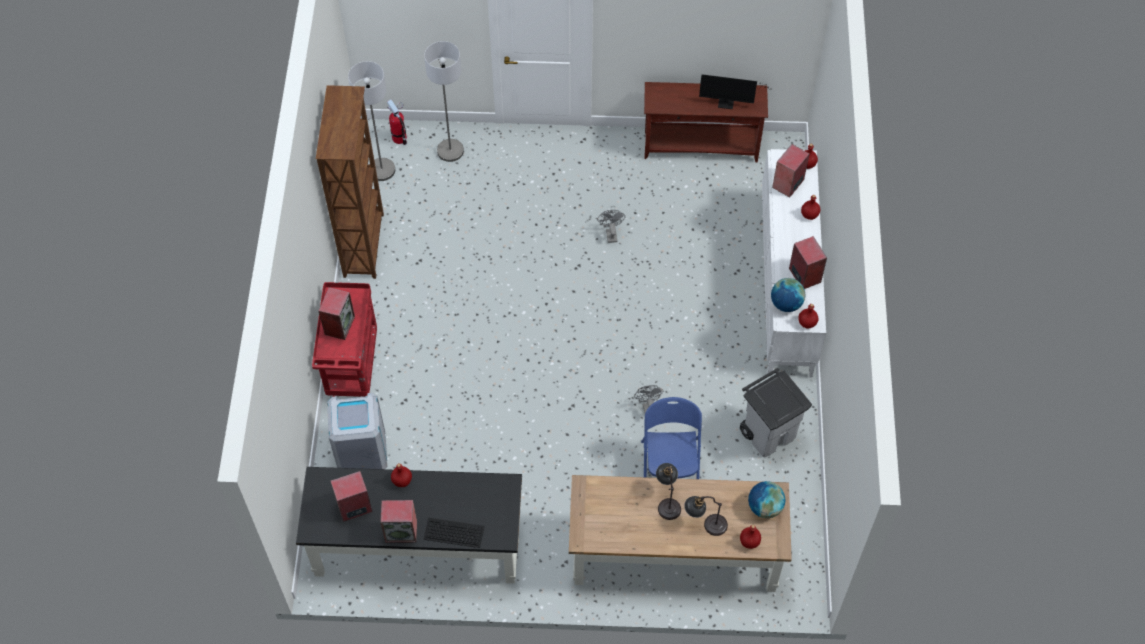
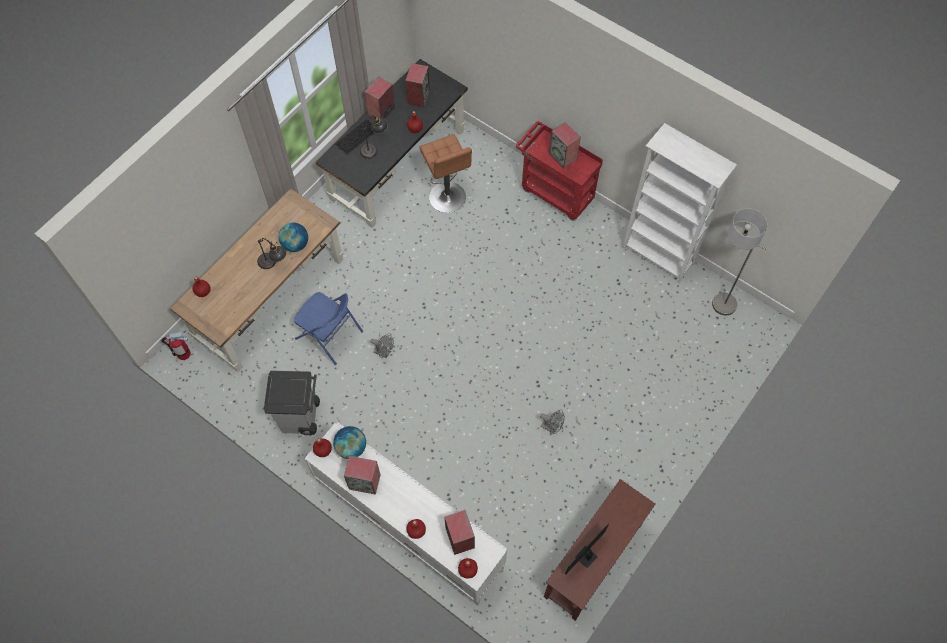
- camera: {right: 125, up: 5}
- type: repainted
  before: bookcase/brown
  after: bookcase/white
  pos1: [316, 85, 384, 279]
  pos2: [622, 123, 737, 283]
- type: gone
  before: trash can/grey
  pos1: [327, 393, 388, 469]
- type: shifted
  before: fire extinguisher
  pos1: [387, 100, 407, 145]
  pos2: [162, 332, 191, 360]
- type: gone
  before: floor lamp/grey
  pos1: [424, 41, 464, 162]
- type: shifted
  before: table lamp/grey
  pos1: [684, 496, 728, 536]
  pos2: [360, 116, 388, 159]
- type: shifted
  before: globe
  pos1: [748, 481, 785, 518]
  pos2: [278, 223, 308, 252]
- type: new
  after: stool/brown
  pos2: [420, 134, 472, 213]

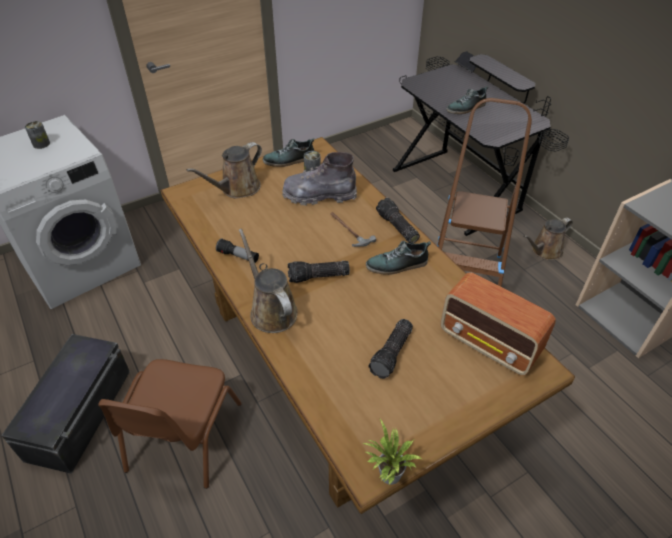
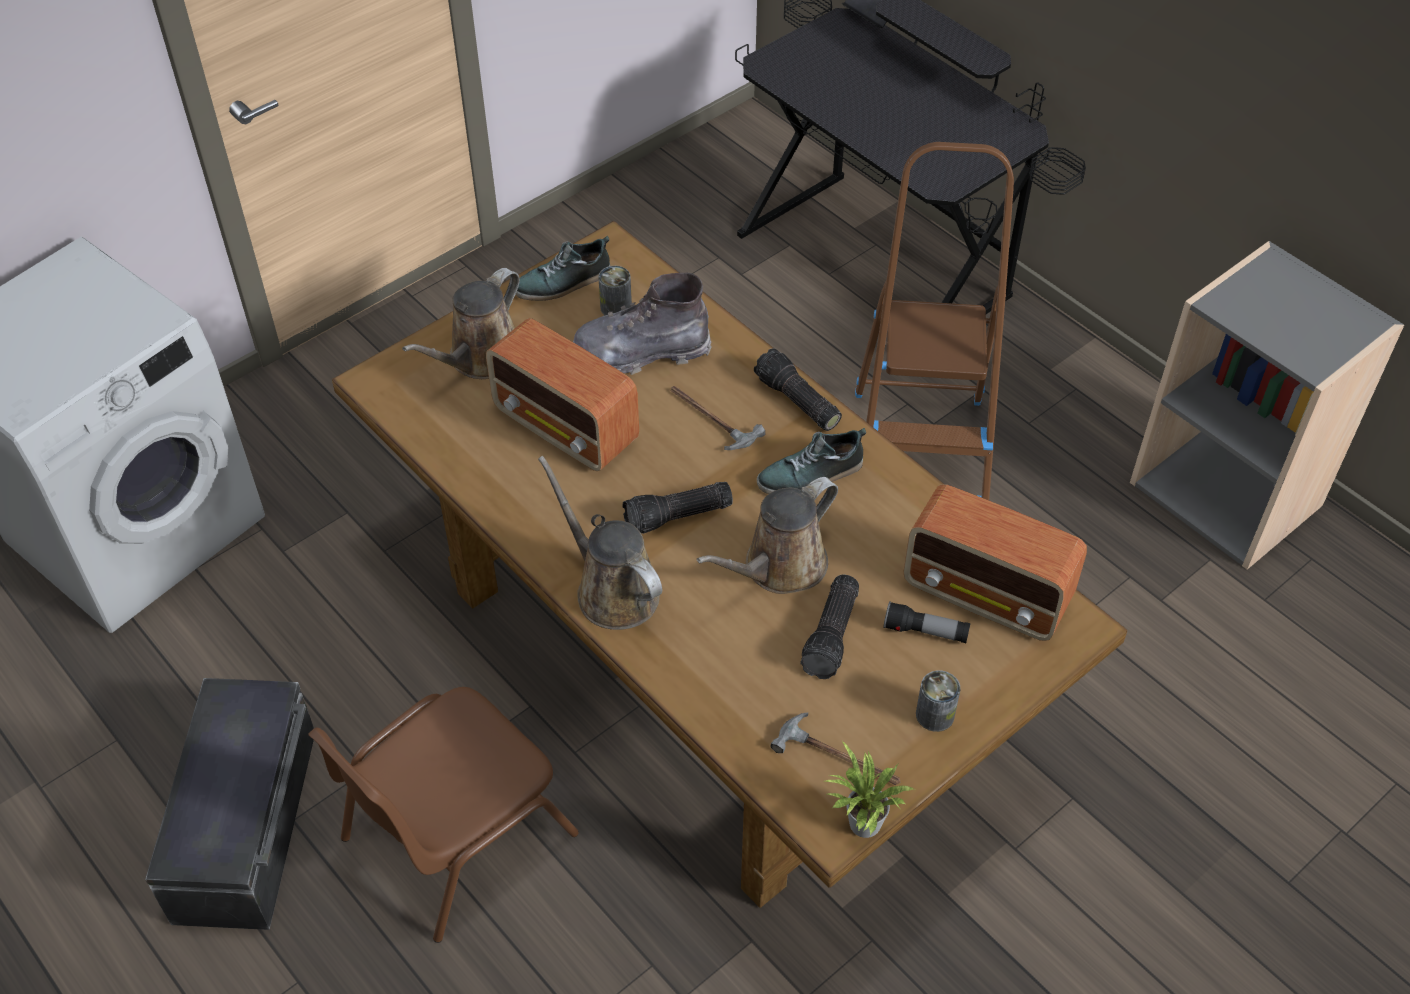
- camera: {right: -10, up: 5}
- type: shifted
  before: can
  pos1: [25, 121, 50, 149]
  pos2: [916, 670, 961, 732]
- type: rotated
  before: chair/brown
  pos1: [98, 359, 242, 489]
  pos2: [308, 687, 579, 943]
  turn: 45
- type: shifted
  before: flashlight
  pos1: [216, 238, 259, 263]
  pos2: [883, 601, 971, 643]
- type: gone
  before: shoe
  pos1: [446, 86, 488, 114]
- type: shifted
  before: watering can/brown
  pos1: [523, 218, 573, 260]
  pos2: [696, 477, 838, 594]
- type: new
  after: radio
  pos2: [486, 318, 639, 471]
- type: new
  after: hammer
  pos2: [771, 712, 900, 785]

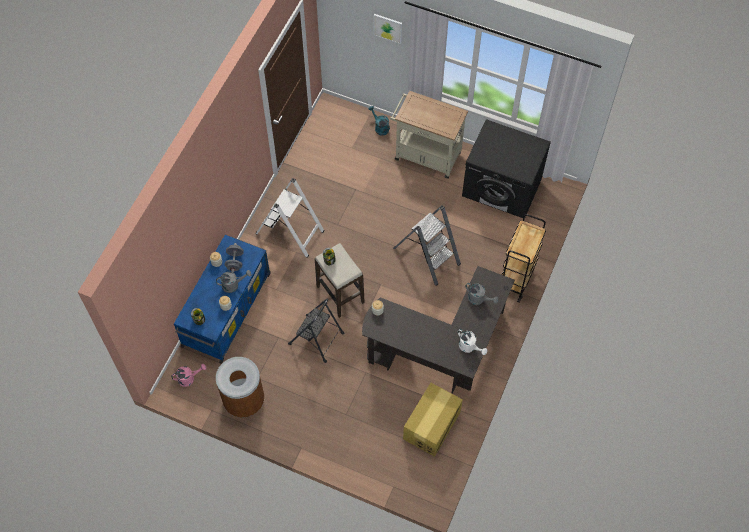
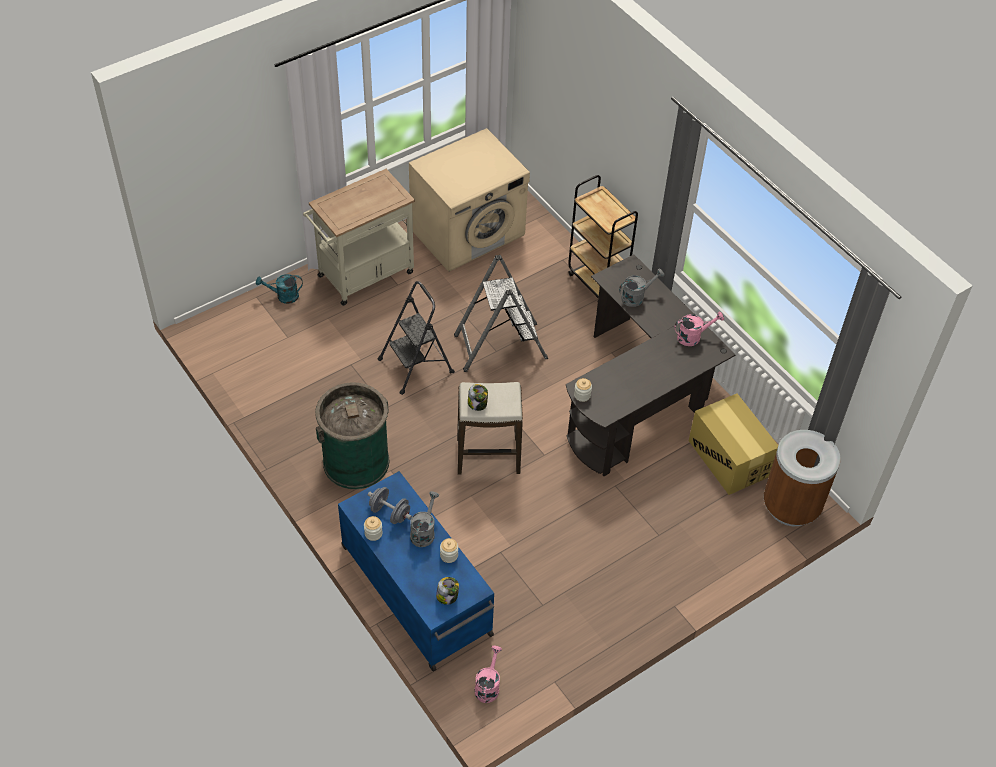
- camera: {right: -60, up: -10}
- type: shifted
  before: trash can/brown
  pos1: [216, 357, 264, 418]
  pos2: [764, 430, 840, 526]
- type: swapped
  before: step ladder/white
  after: trash can/green
  pos1: [255, 178, 325, 258]
  pos2: [315, 382, 389, 489]
- type: shifted
  before: step ladder/black
  pos1: [288, 298, 344, 363]
  pos2: [377, 281, 455, 395]
- type: gone
  before: picture
  pos1: [374, 14, 402, 44]
- type: repainted
  before: watering can/white
  after: watering can/pink
  pos1: [458, 329, 487, 355]
  pos2: [674, 312, 724, 346]
- type: repainted
  before: washing machine/black
  after: washing machine/beige
  pos1: [462, 119, 551, 218]
  pos2: [409, 128, 530, 272]

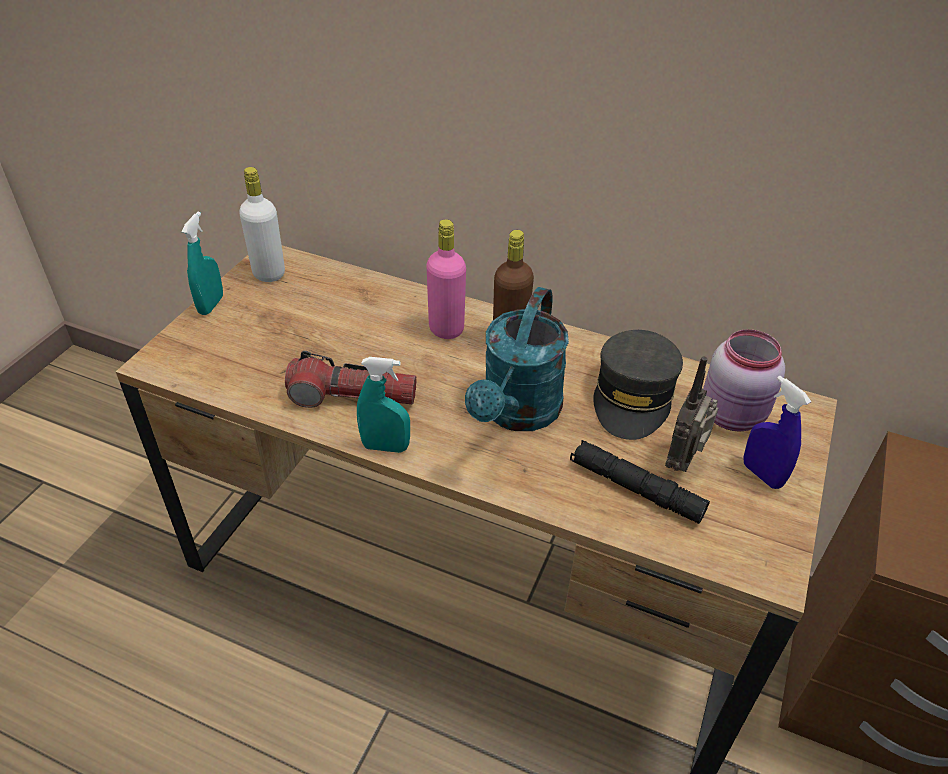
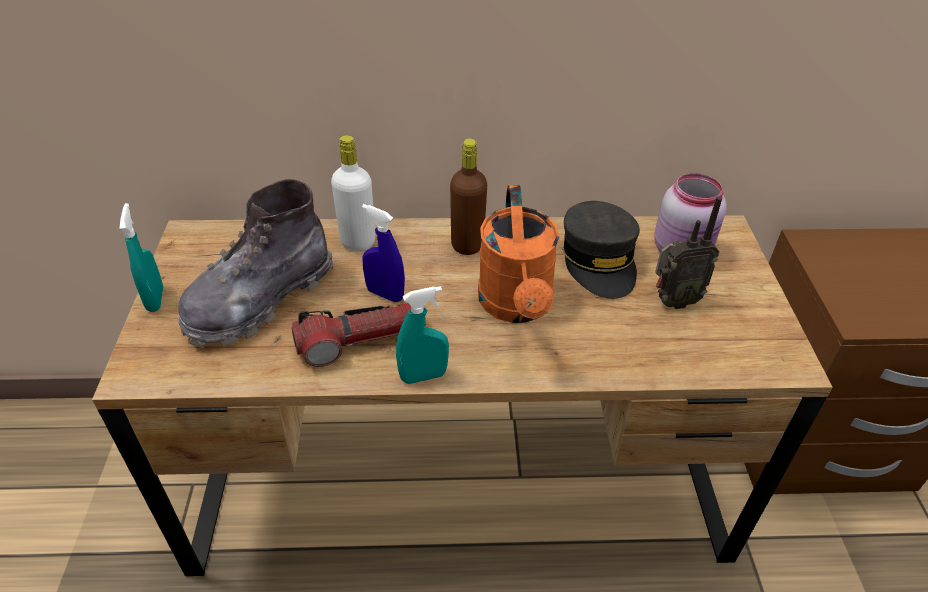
- camera: {right: -25, up: 0}
- type: shifted
  before: bottle/white
  pos1: [239, 167, 285, 282]
  pos2: [331, 135, 375, 251]
- type: gone
  before: bottle/pink
  pos1: [426, 219, 466, 339]
- type: repainted
  before: watering can/turquoise
  after: watering can/orange
  pos1: [465, 287, 569, 431]
  pos2: [478, 185, 559, 323]
- type: gone
  before: flashlight/black
  pos1: [570, 440, 710, 524]
- type: rotated
  before: radio
  pos1: [665, 356, 719, 472]
  pos2: [655, 196, 722, 309]
  turn: -105
- type: shifted
  before: spray bottle/blue
  pos1: [744, 376, 811, 489]
  pos2: [362, 204, 405, 302]
- type: new
  after: boot/grey
  pos2: [178, 179, 334, 348]

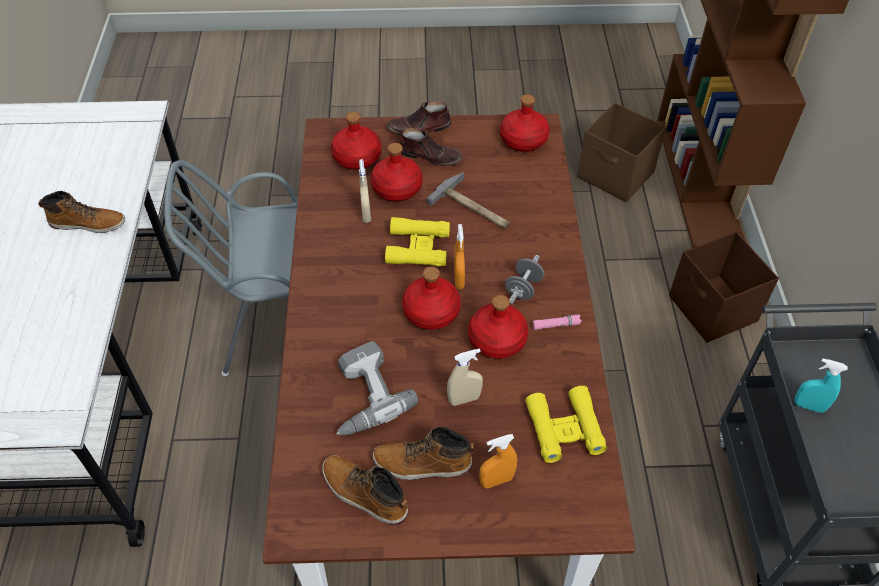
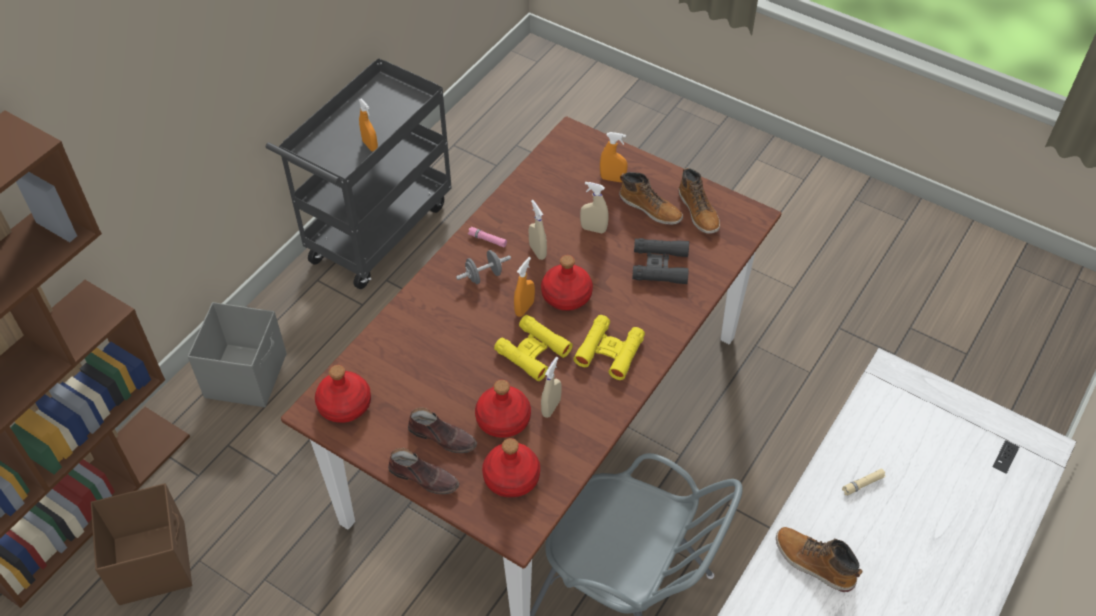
- camera: {right: -145, up: 0}
- type: swapped
  before: power drill
  after: binoculars/black
  pos1: [336, 341, 418, 435]
  pos2: [632, 238, 689, 284]
- type: rotated
  before: shoe/brown
  pos1: [400, 128, 463, 166]
  pos2: [408, 407, 477, 453]
  turn: 150
- type: gone
  before: hammer
  pos1: [427, 172, 510, 229]
- type: swapped
  before: bottle/red
  after: spray bottle/beige
  pos1: [468, 295, 528, 359]
  pos2: [529, 200, 547, 260]
- type: shifted
  before: binoculars/yellow
  pos1: [525, 386, 607, 463]
  pos2: [573, 315, 645, 380]
- type: repainted
  before: storage box/brown
  after: storage box/grey
  pos1: [669, 232, 779, 343]
  pos2: [188, 302, 287, 407]
- type: repainted
  before: spray bottle/turquoise
  after: spray bottle/orange
  pos1: [794, 358, 848, 413]
  pos2: [359, 99, 378, 151]
- type: new
  after: flashlight/beige
  pos2: [842, 469, 886, 495]

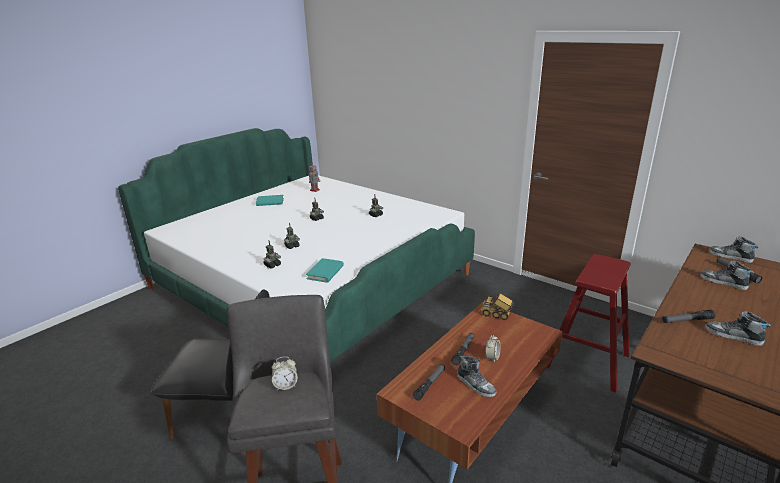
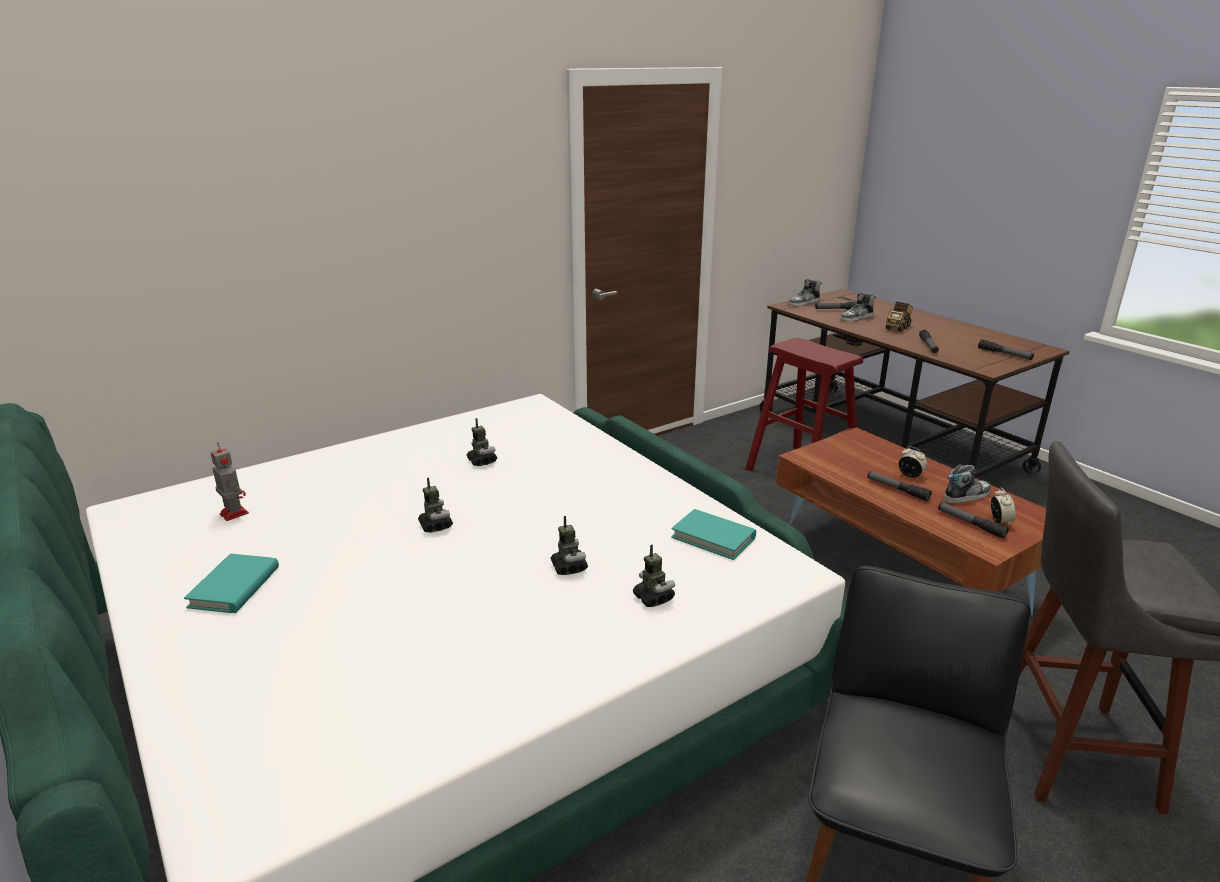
- camera: {right: -75, up: 0}
- type: shifted
  before: alarm clock
  pos1: [272, 357, 298, 390]
  pos2: [991, 487, 1016, 526]
- type: shifted
  before: toy truck
  pos1: [480, 293, 514, 320]
  pos2: [886, 302, 913, 332]
- type: gone
  before: shoe
  pos1: [705, 311, 771, 346]
- type: new
  after: flashlight
  pos2: [978, 339, 1034, 360]

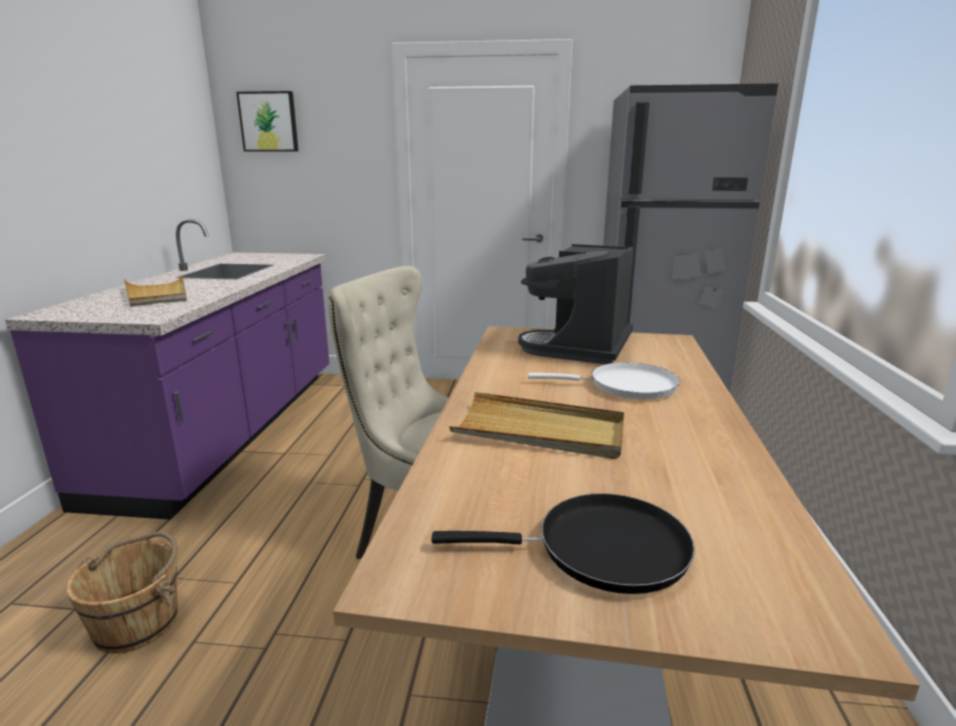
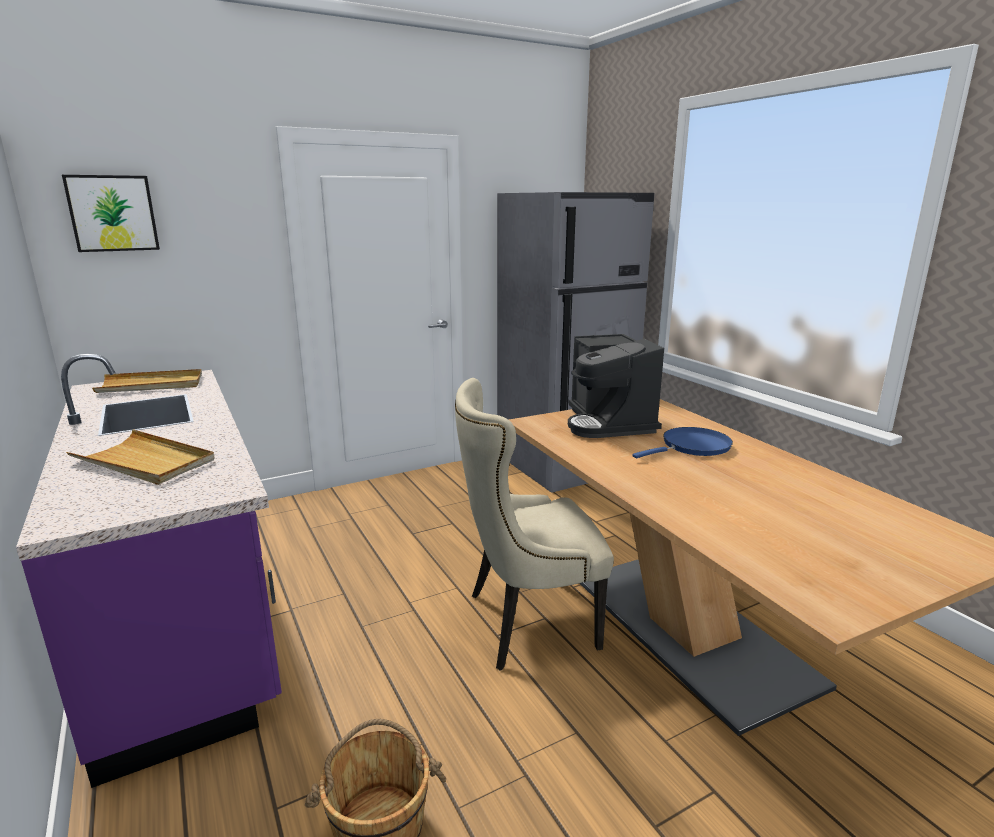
- camera: {right: -35, up: 0}
- type: gone
  before: frying pan/black
  pos1: [431, 493, 695, 594]
- type: shifted
  before: tray/beige
  pos1: [449, 392, 624, 459]
  pos2: [92, 369, 202, 393]
- type: repainted
  before: frying pan/white
  after: frying pan/blue
  pos1: [528, 362, 680, 399]
  pos2: [633, 427, 733, 458]

